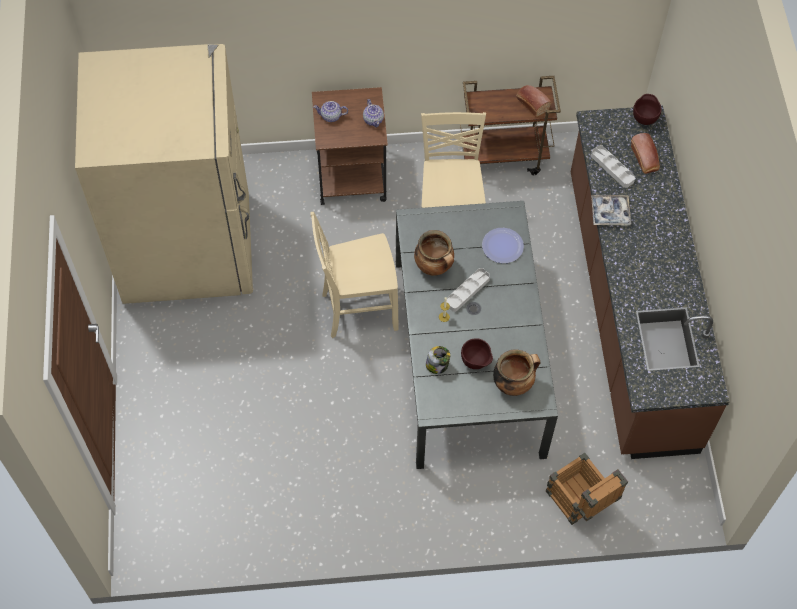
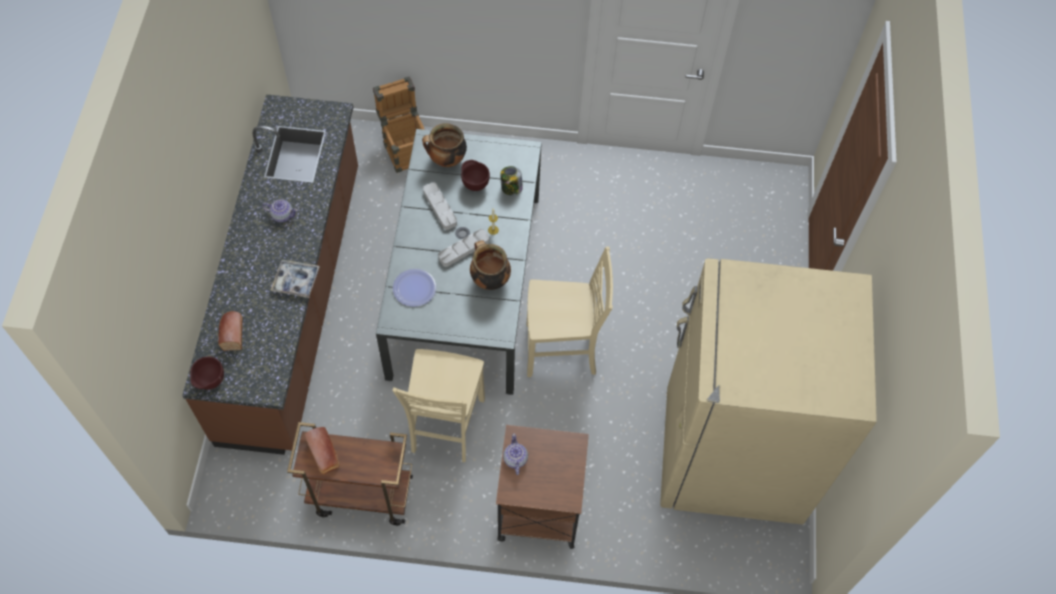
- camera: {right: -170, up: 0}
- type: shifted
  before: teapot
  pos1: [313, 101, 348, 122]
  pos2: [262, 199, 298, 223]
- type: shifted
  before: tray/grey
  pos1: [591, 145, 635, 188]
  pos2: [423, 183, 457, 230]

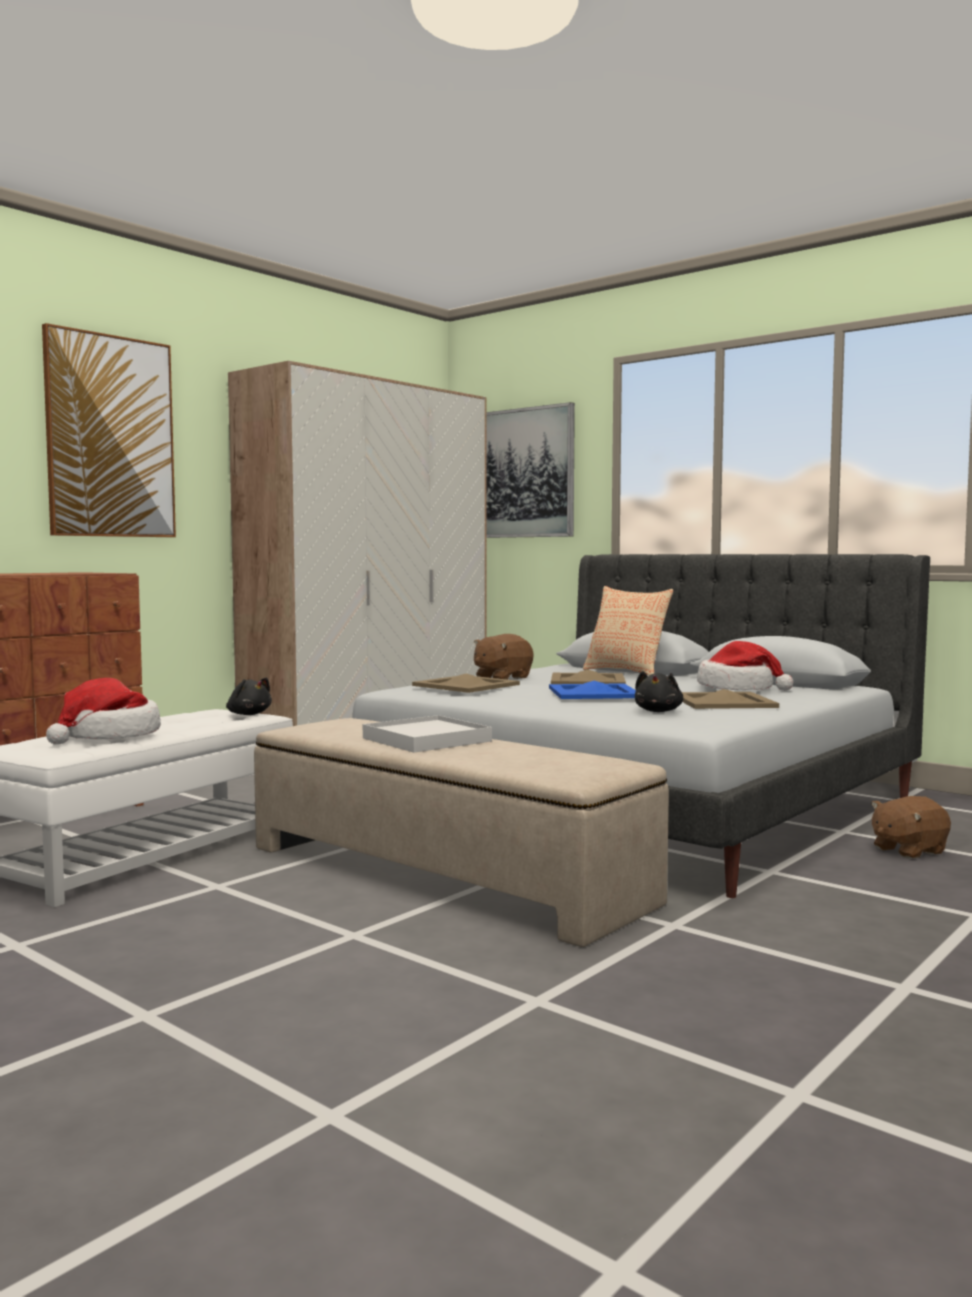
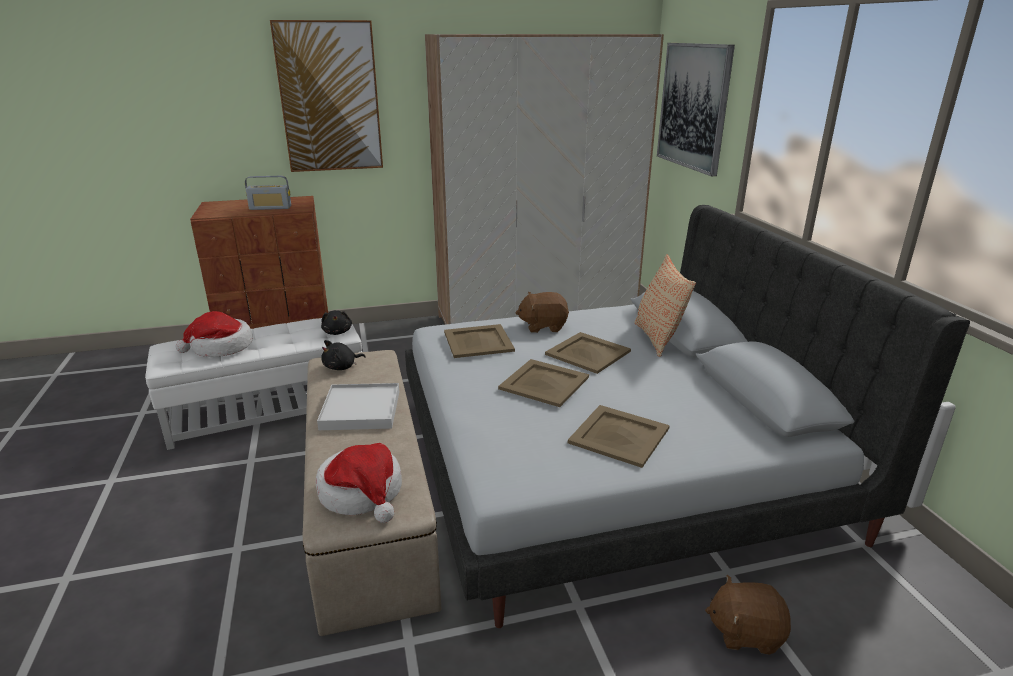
- camera: {right: 35, up: 20}
- type: repainted
  before: tray/blue
  after: tray/beige
  pos1: [549, 681, 636, 699]
  pos2: [498, 359, 589, 407]
- type: shifted
  before: plush toy/black
  pos1: [635, 671, 683, 712]
  pos2: [321, 340, 366, 370]
- type: shifted
  before: hat
  pos1: [697, 641, 793, 691]
  pos2: [316, 443, 402, 523]
- type: new
  after: radio
  pos2: [245, 176, 291, 210]

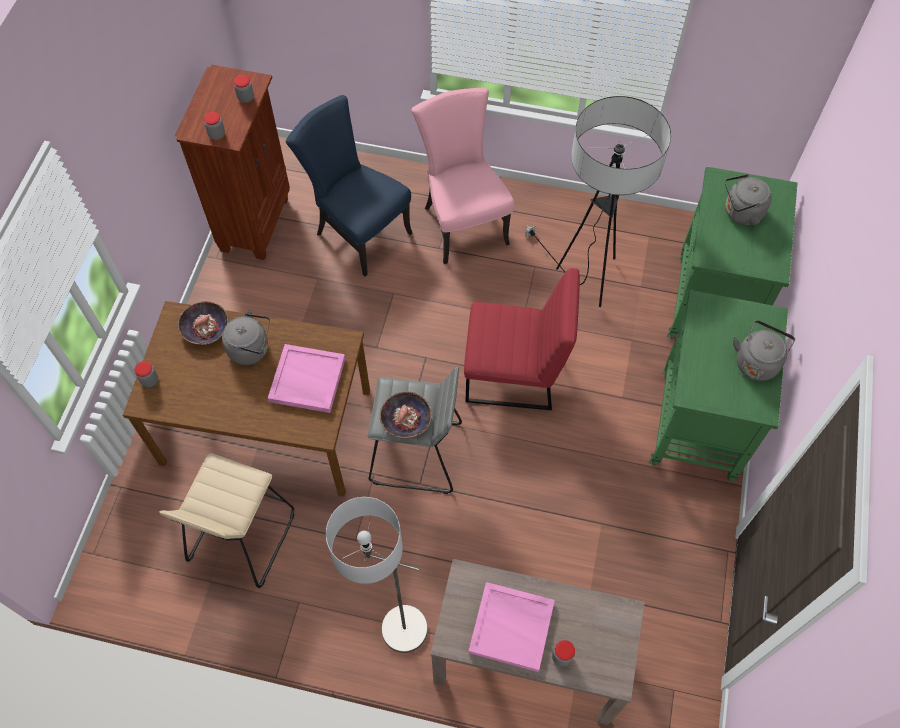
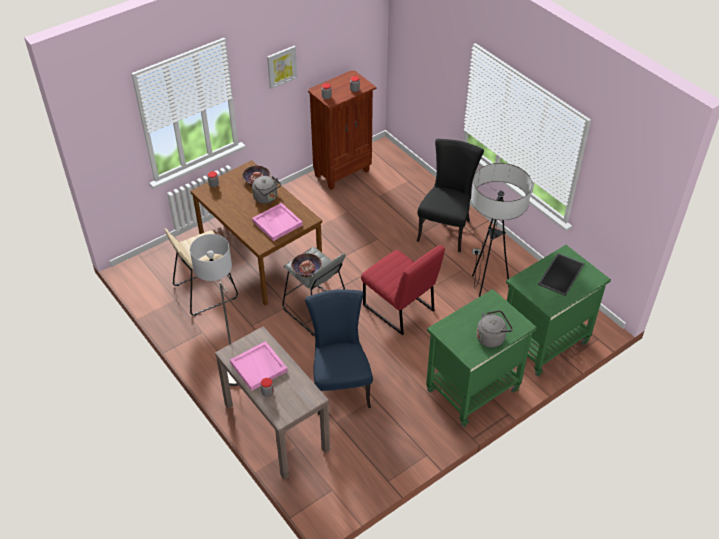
- camera: {right: 40, up: -15}
- type: shifted
  before: chair/blue
  pos1: [286, 95, 412, 277]
  pos2: [305, 290, 373, 415]
- type: repainted
  before: chair/pink
  after: chair/black
  pos1: [411, 88, 515, 264]
  pos2: [417, 139, 484, 252]
- type: swapped
  before: kettle/grey
  after: tray
  pos1: [725, 174, 772, 225]
  pos2: [538, 253, 585, 296]
- type: new
  after: picture
  pos2: [267, 46, 298, 89]

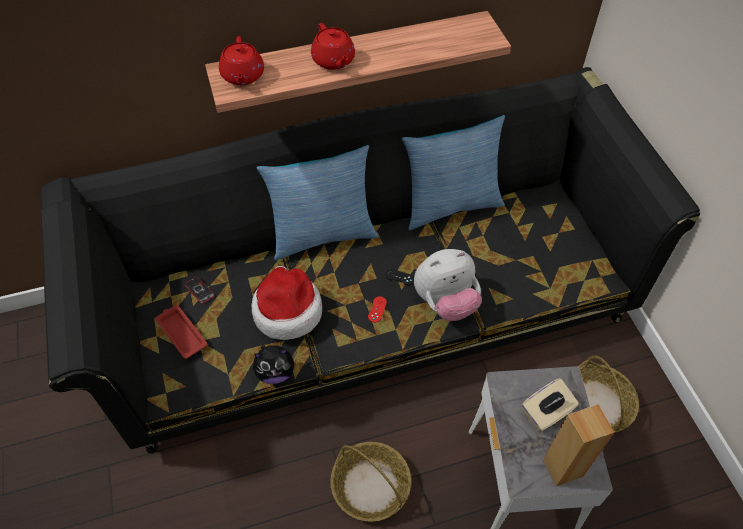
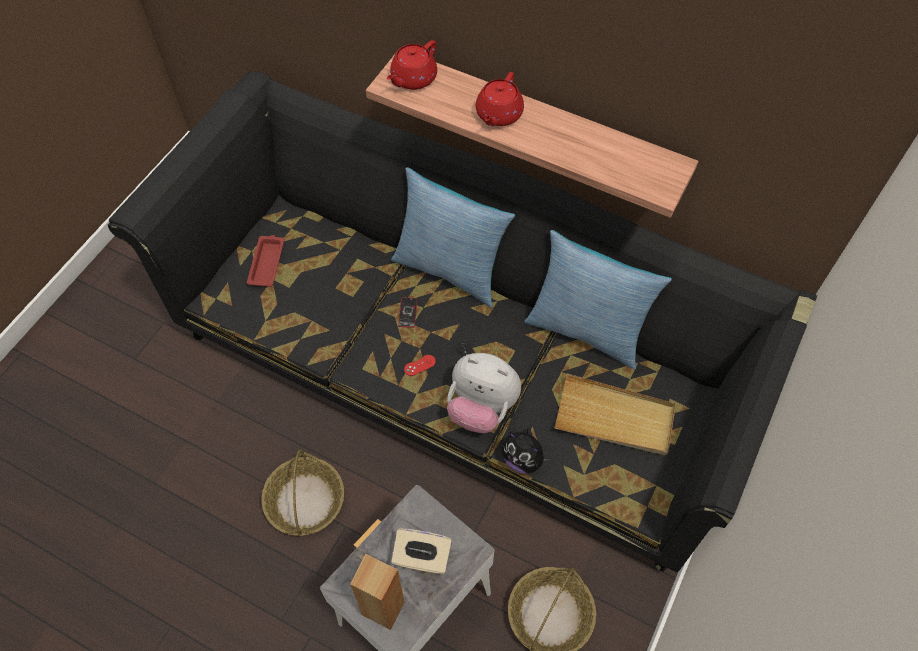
- camera: {right: 45, up: 5}
- type: shifted
  before: phone
  pos1: [184, 276, 215, 304]
  pos2: [398, 297, 417, 328]
- type: gone
  before: hat
  pos1: [252, 266, 322, 340]
- type: shifted
  before: plush toy
  pos1: [253, 345, 296, 384]
  pos2: [502, 428, 551, 474]
- type: new
  after: tray/beige
  pos2: [554, 374, 676, 455]

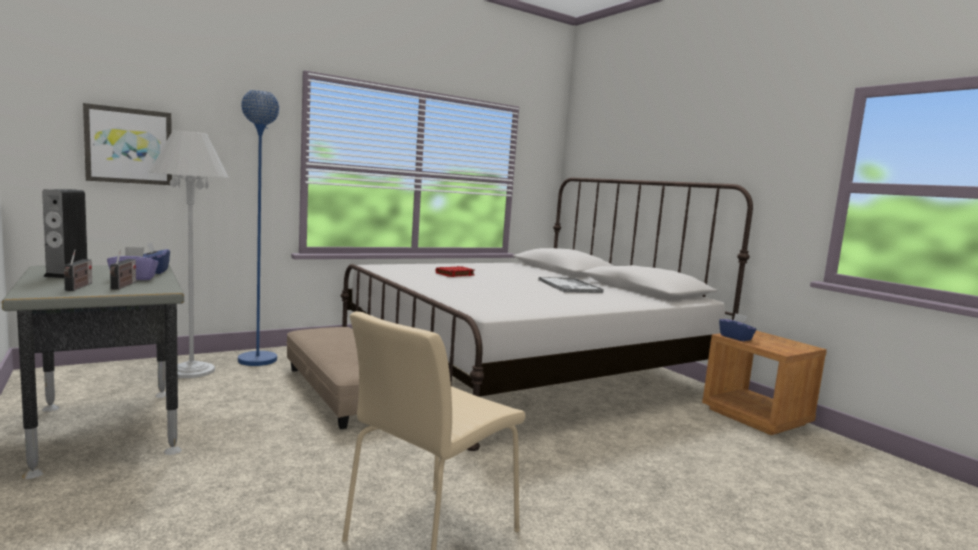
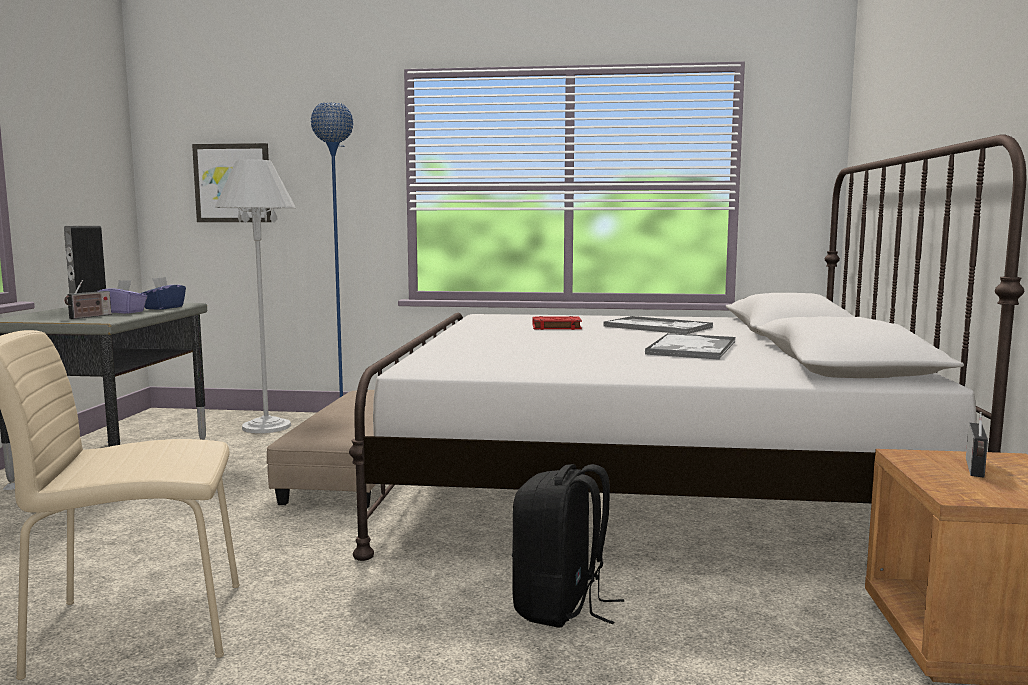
- camera: {right: 40, up: 0}
- type: shifted
  before: radio
  pos1: [64, 249, 92, 291]
  pos2: [966, 412, 988, 478]
- type: gone
  before: tissue box/blue
  pos1: [719, 313, 757, 341]
- type: new
  after: backpack/black
  pos2: [512, 464, 624, 628]
- type: new
  after: tray
  pos2: [603, 316, 713, 334]

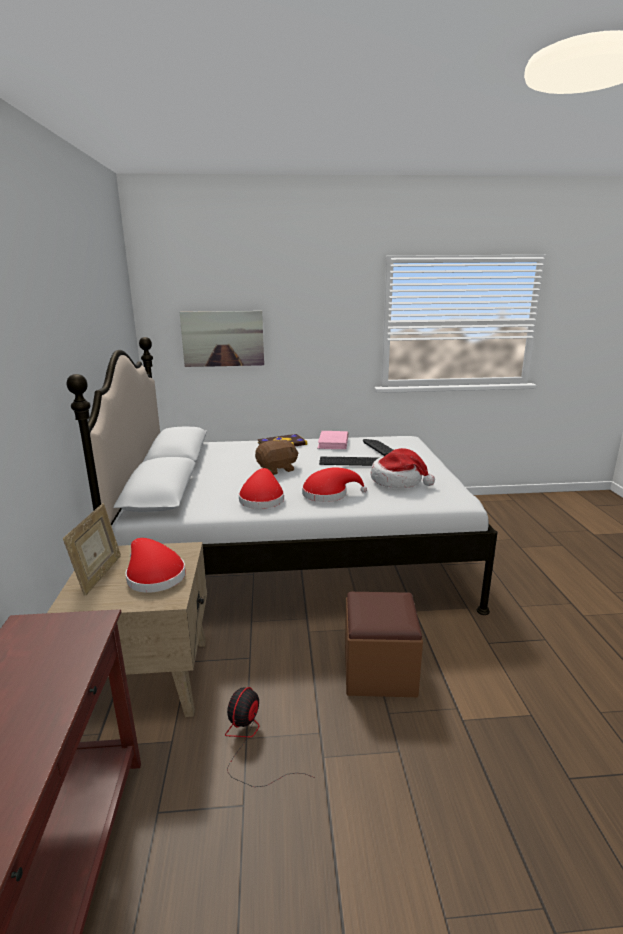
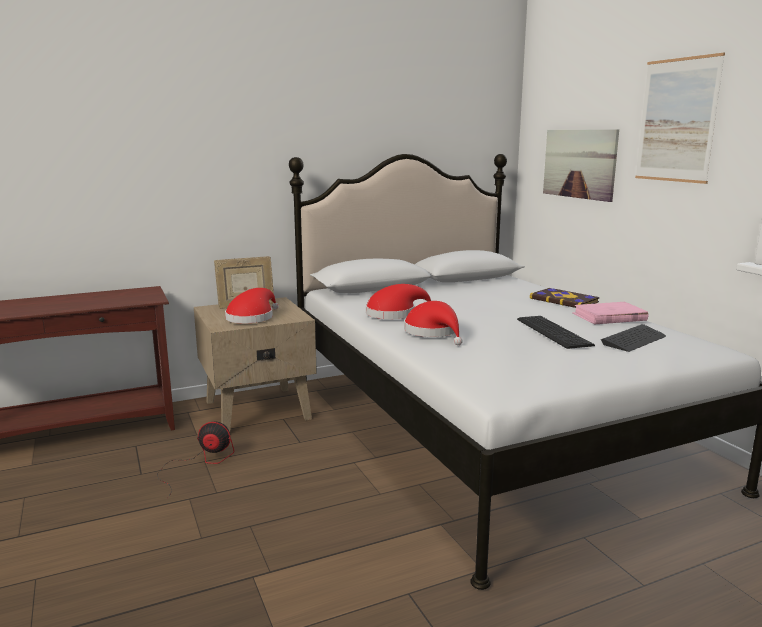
- camera: {right: 70, up: -5}
- type: gone
  before: plush toy/brown
  pos1: [255, 439, 298, 475]
- type: gone
  before: ottoman/brown
  pos1: [345, 592, 423, 697]
- type: gone
  before: hat
  pos1: [370, 448, 435, 488]
- type: new
  after: picture
  pos2: [635, 53, 725, 184]

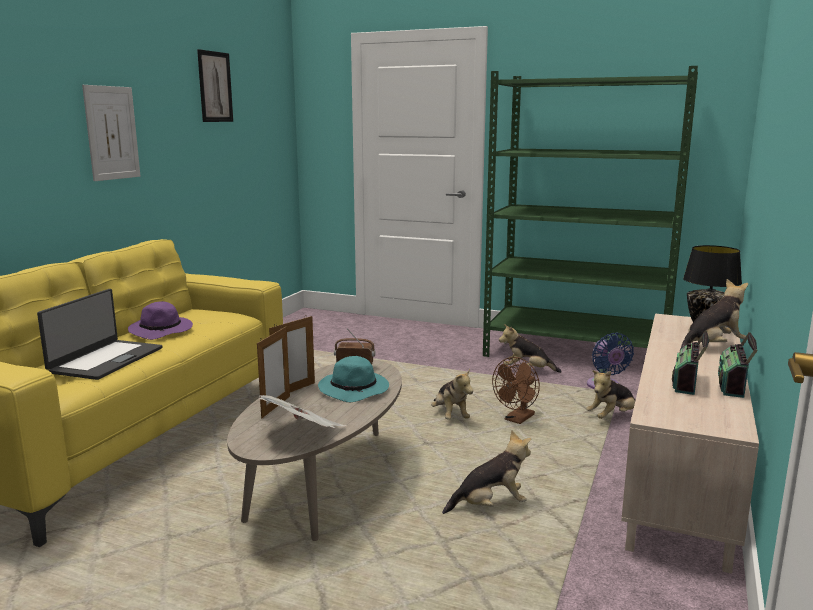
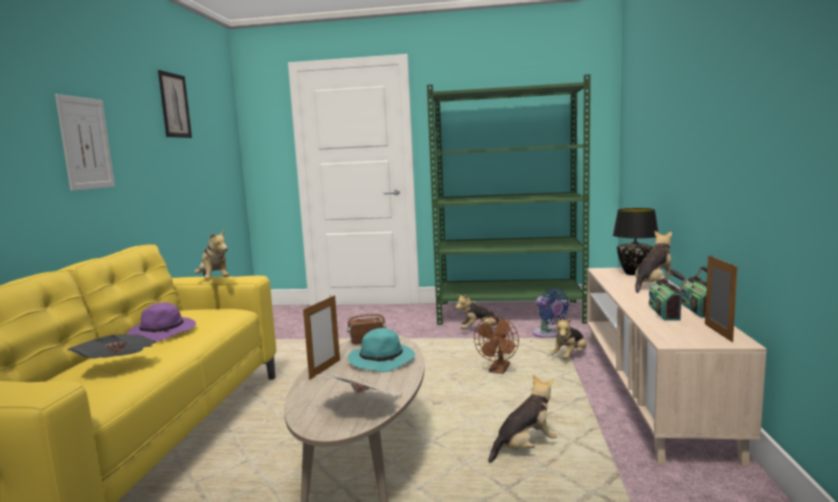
- camera: {right: -15, up: -5}
- type: swapped
  before: laptop
  after: newspaper
  pos1: [37, 289, 162, 380]
  pos2: [67, 335, 156, 358]
- type: shifted
  before: picture frame
  pos1: [257, 326, 290, 418]
  pos2: [705, 255, 738, 342]
- type: shifted
  before: plush toy
  pos1: [431, 369, 473, 419]
  pos2: [194, 230, 229, 279]

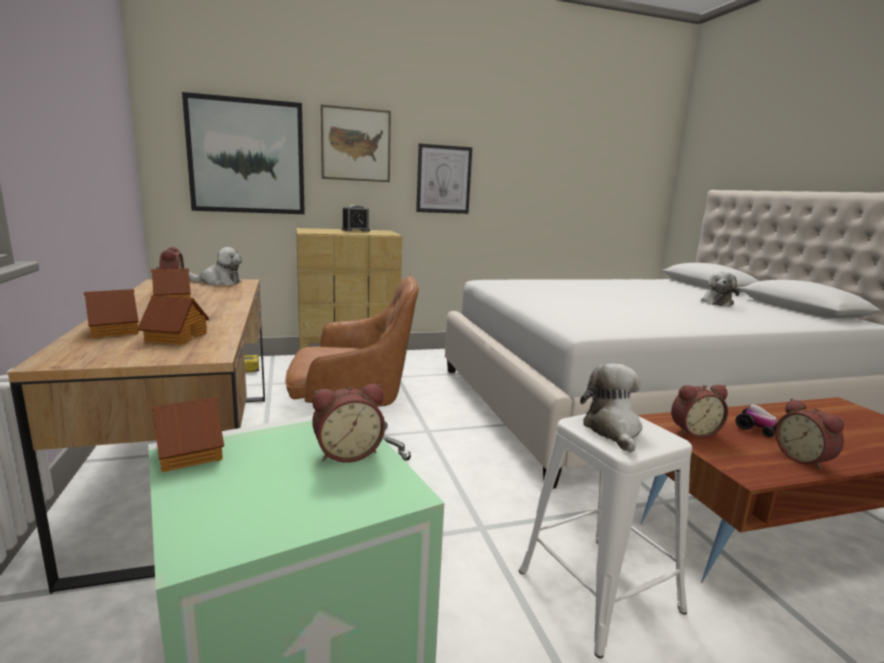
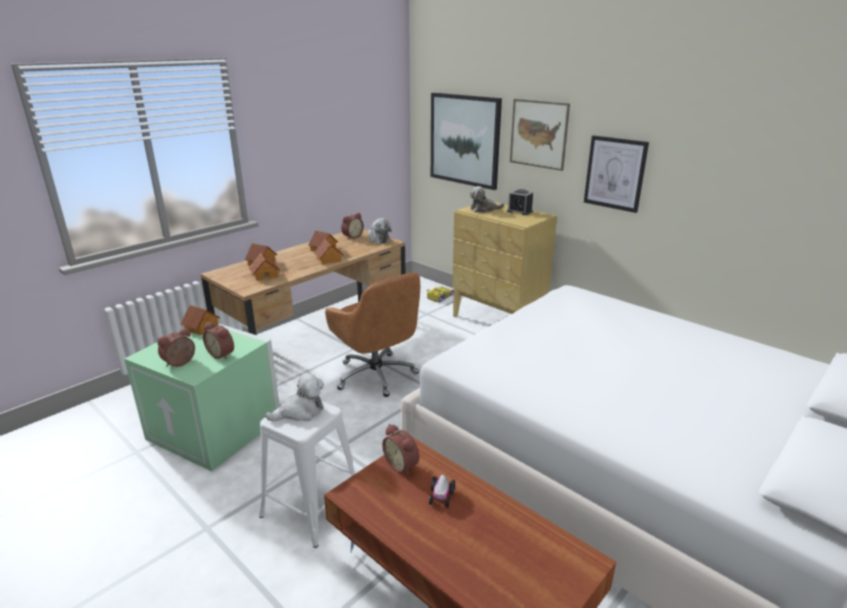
- camera: {right: 60, up: 10}
- type: shifted
  before: plush toy
  pos1: [701, 272, 739, 307]
  pos2: [469, 186, 504, 213]
- type: shifted
  before: alarm clock
  pos1: [775, 398, 844, 471]
  pos2: [157, 328, 195, 367]
- type: new
  after: toy house
  pos2: [314, 239, 344, 265]

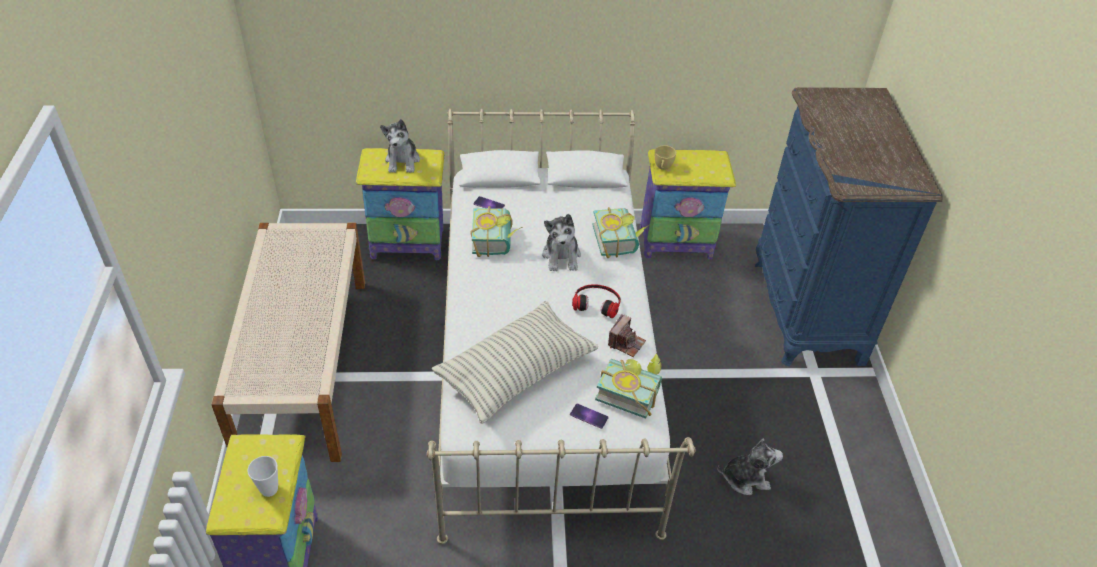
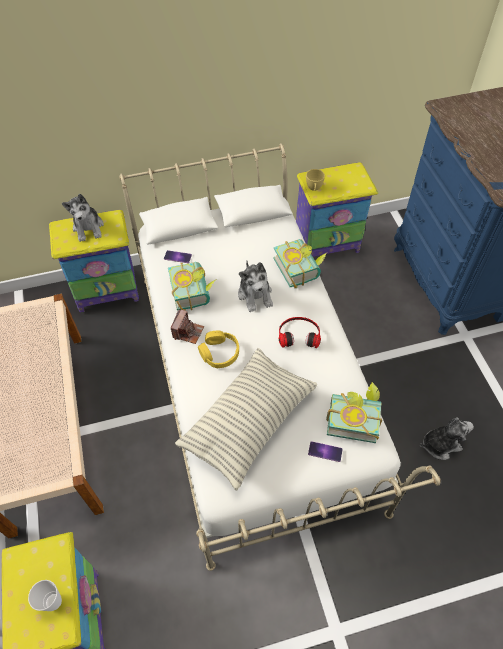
- camera: {right: -10, up: 10}
- type: shifted
  before: photo camera
  pos1: [608, 314, 646, 357]
  pos2: [171, 309, 204, 344]
- type: new
  after: headphones/yellow
  pos2: [198, 331, 239, 368]

